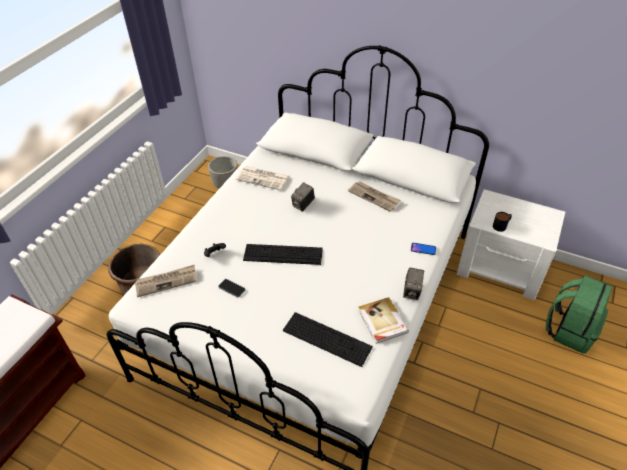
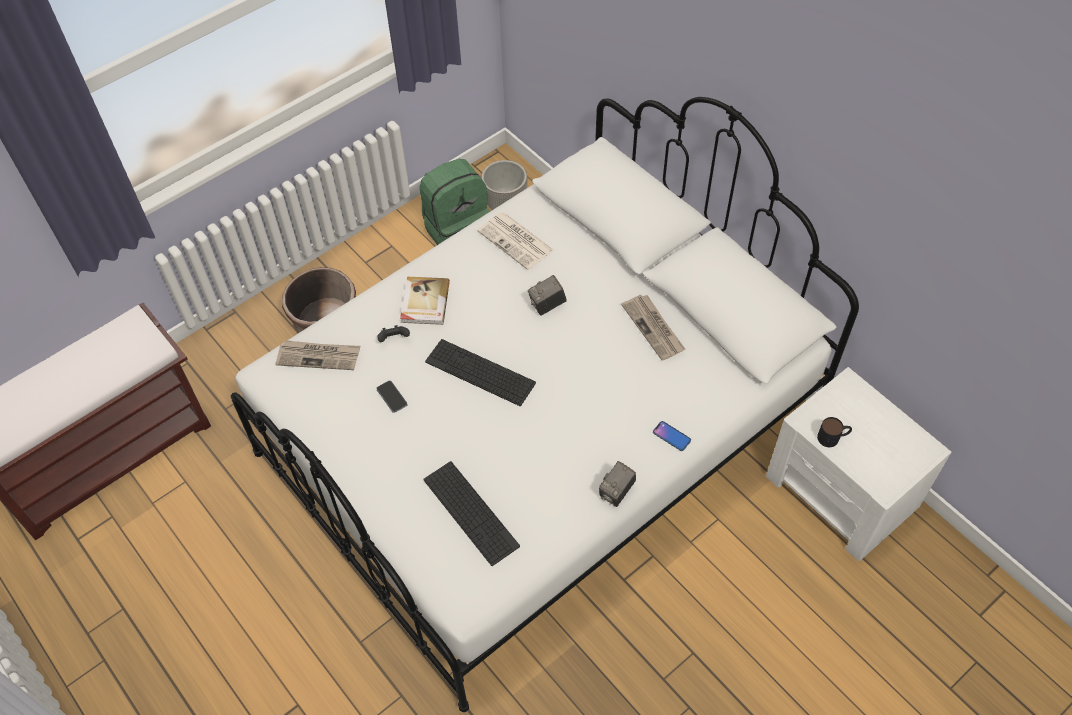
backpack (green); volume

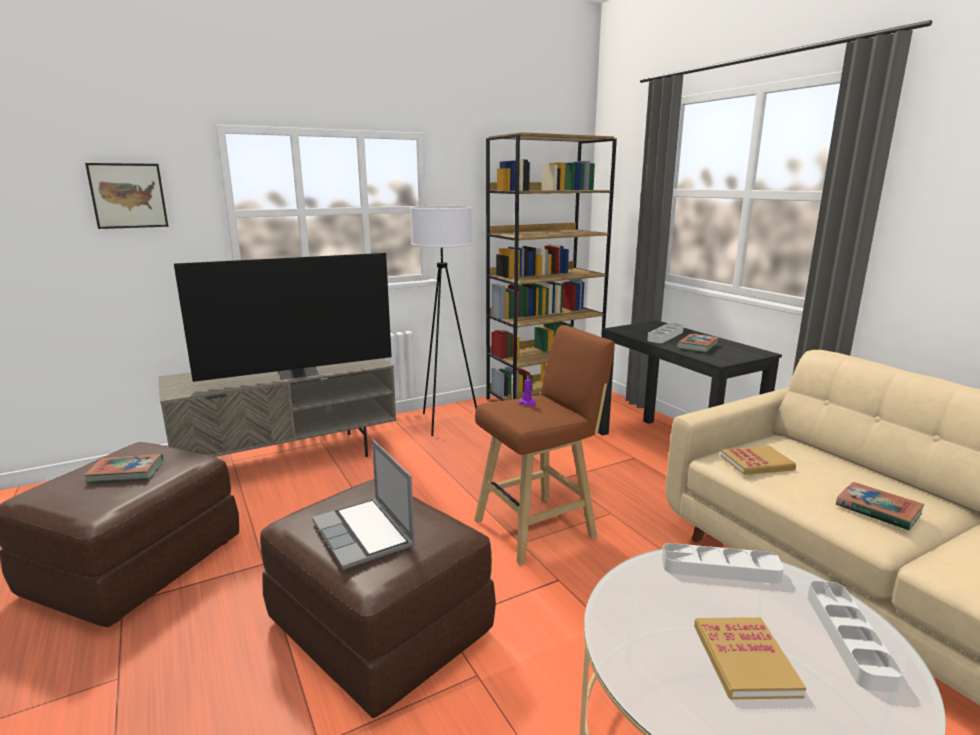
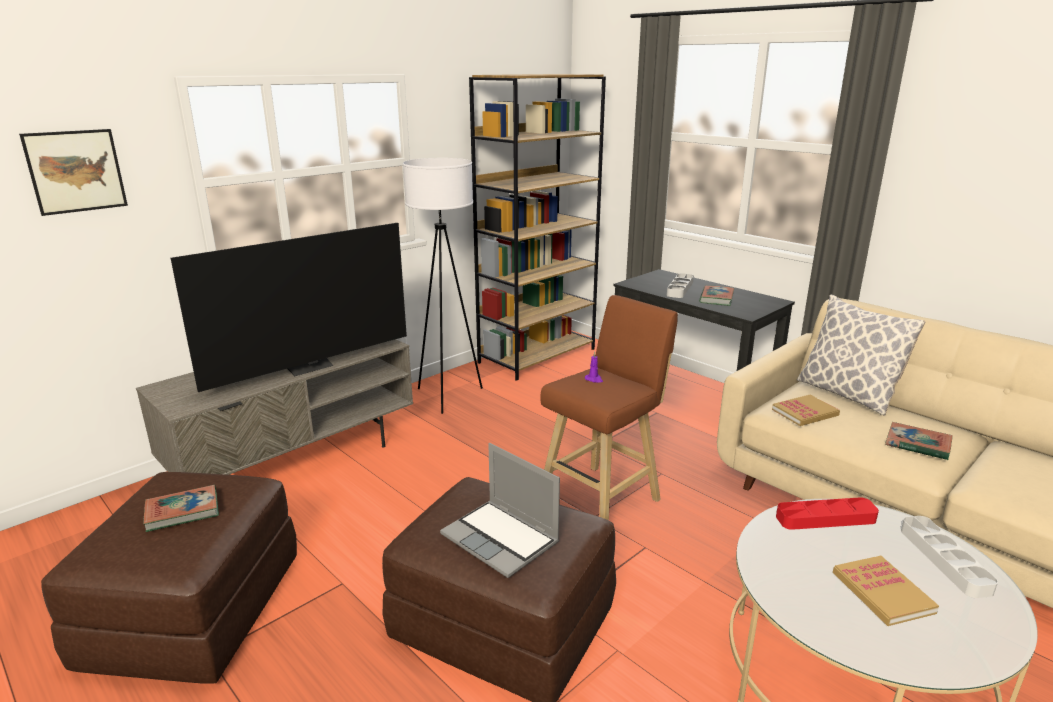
tray (reddish); throw pillow

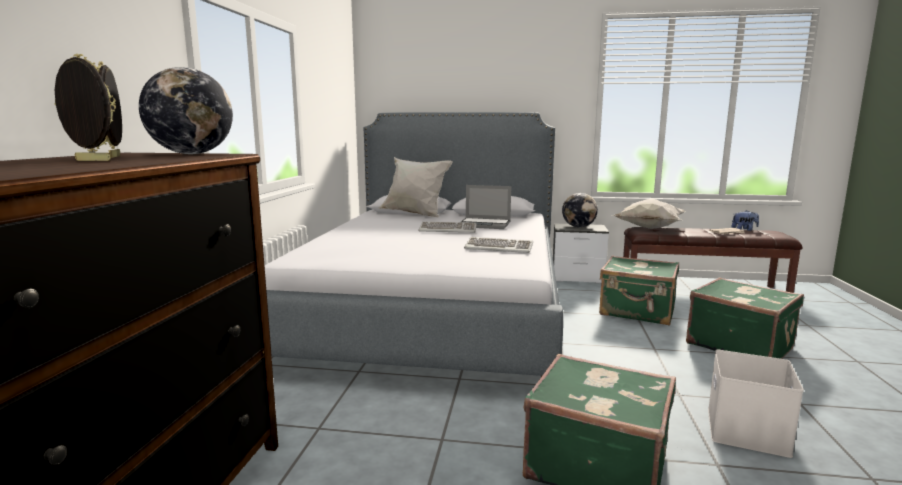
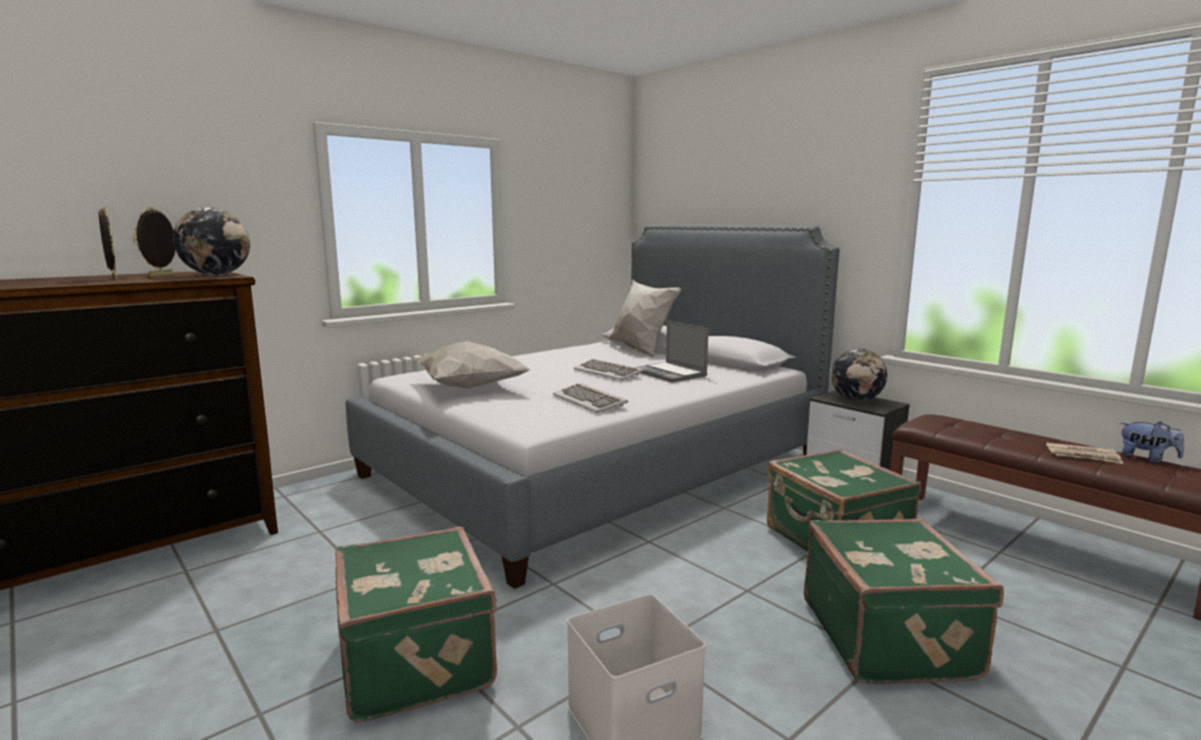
throw pillow (white) (no. 1 from left)

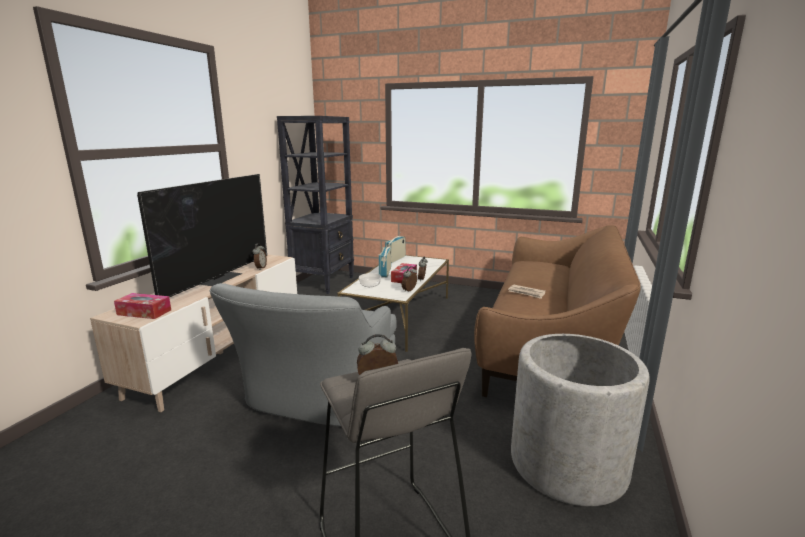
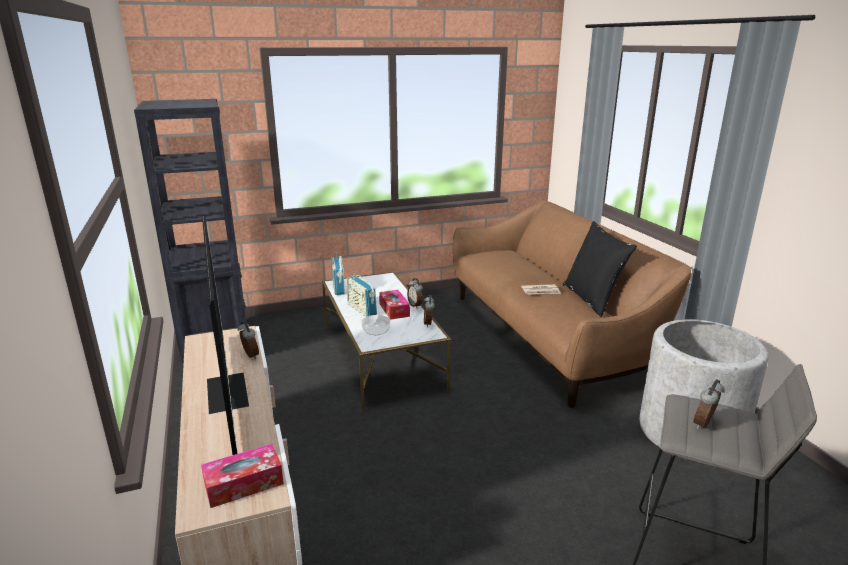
lounge chair (grey); throw pillow (black-coloured)

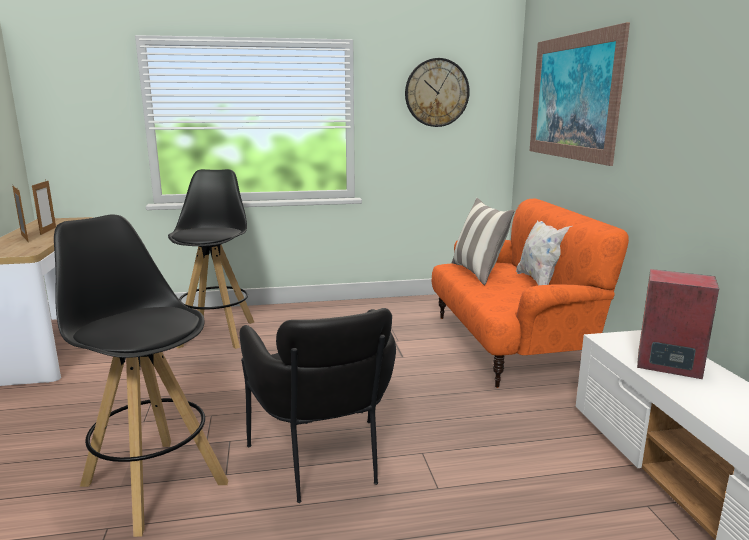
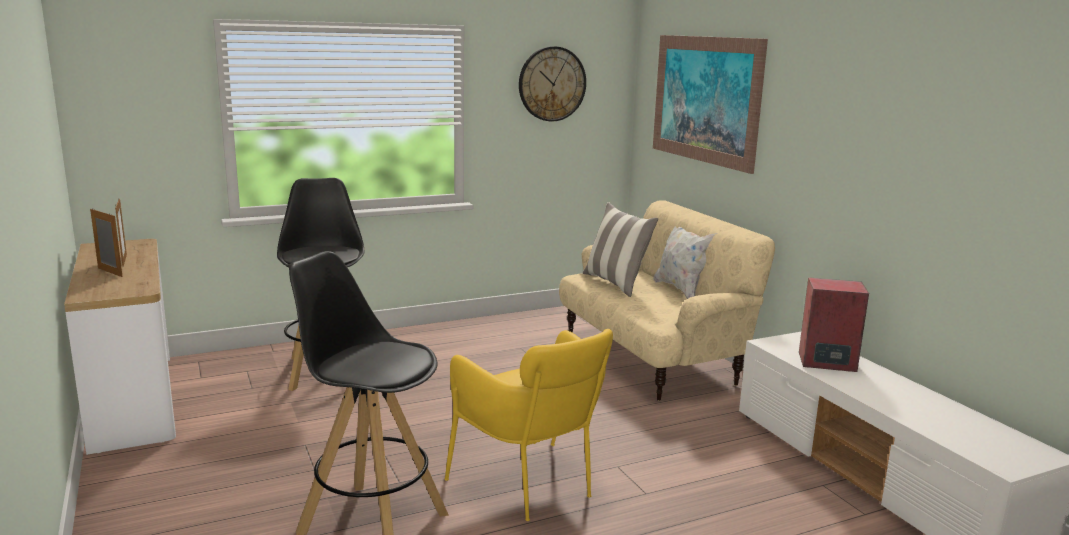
couch (beige); lounge chair (yellowish)

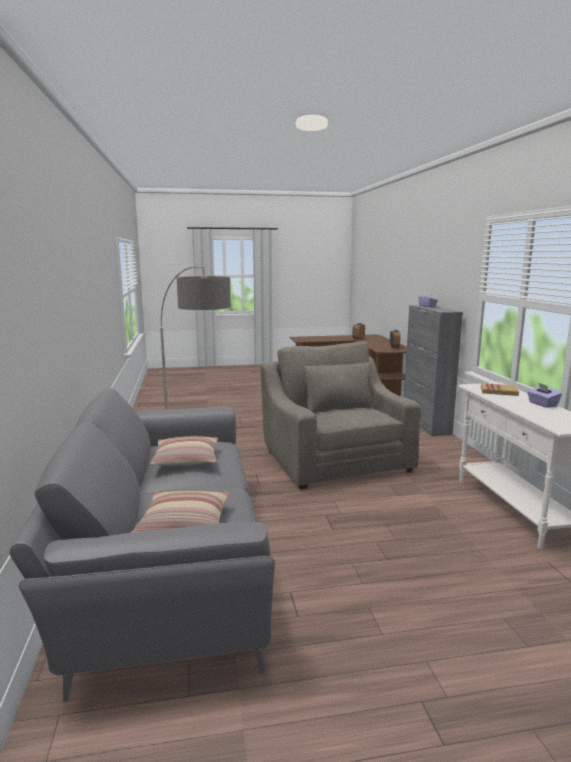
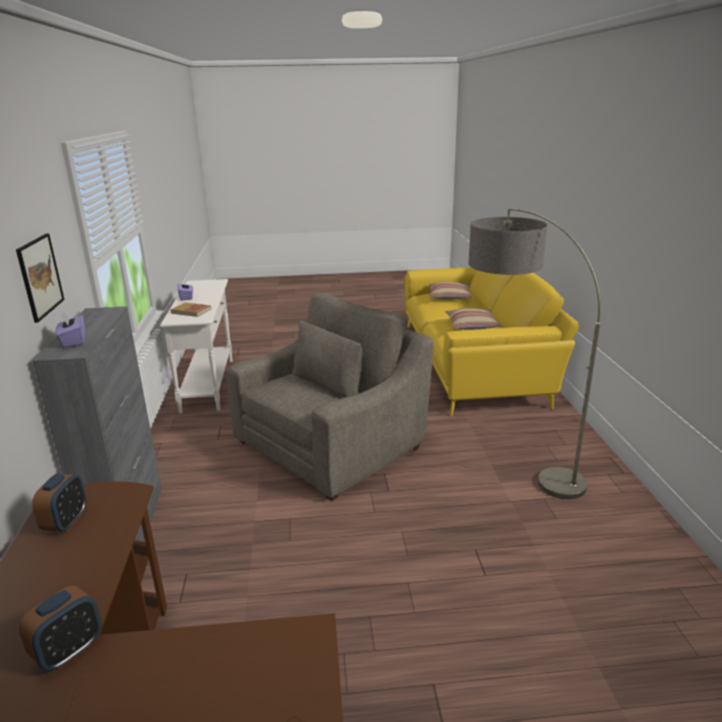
lounge chair (grey); couch (yellowish); wall art

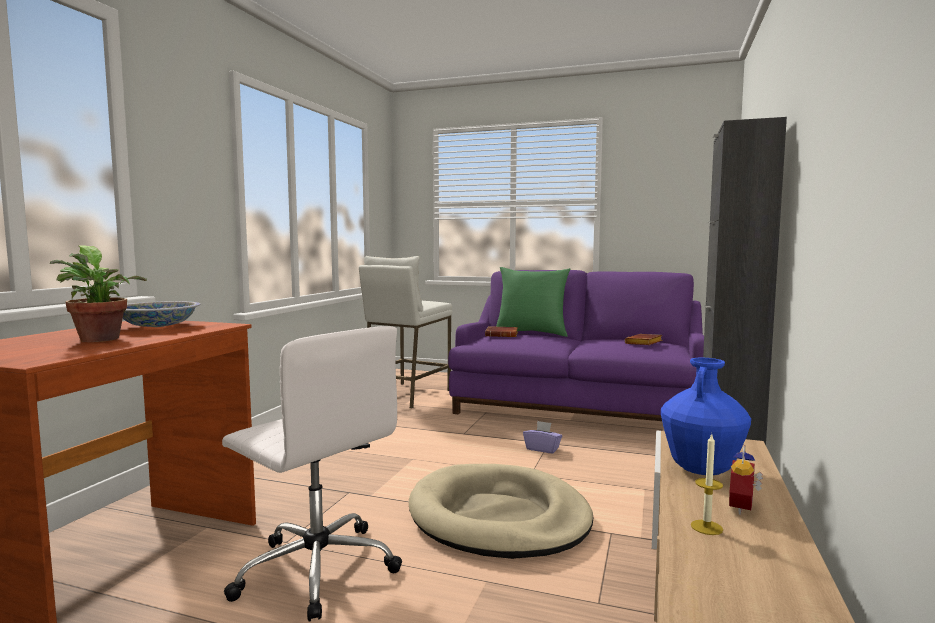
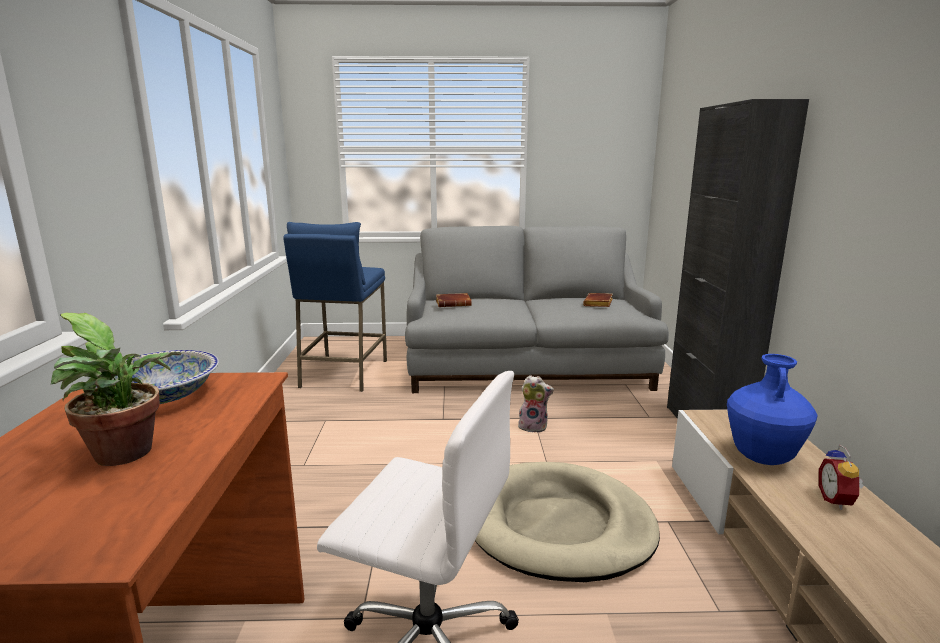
stool (bluish); throw pillow (green); couch (grey); soft toy; wax light

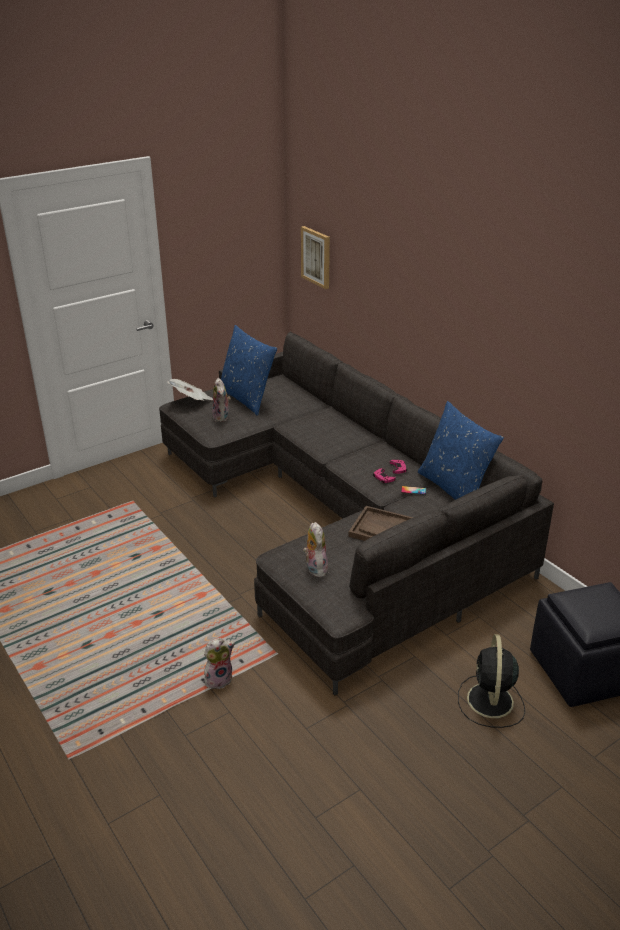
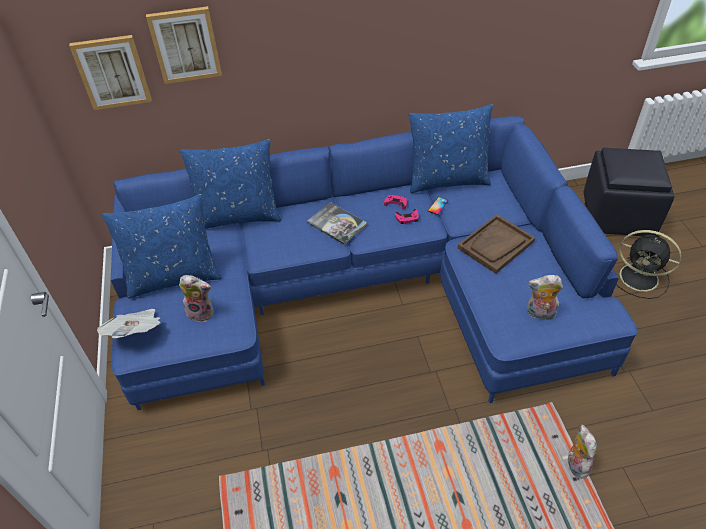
couch (bluish); wall art (no. 2 from left); throw pillow (bluish) (no. 2 from left); volume

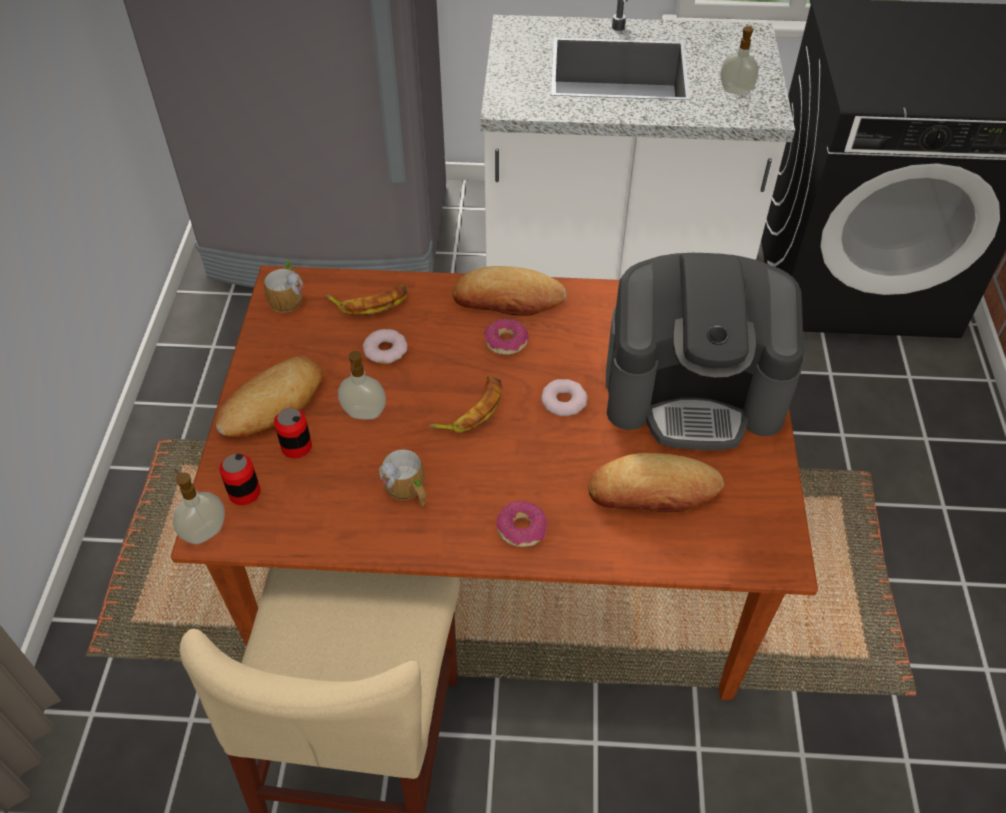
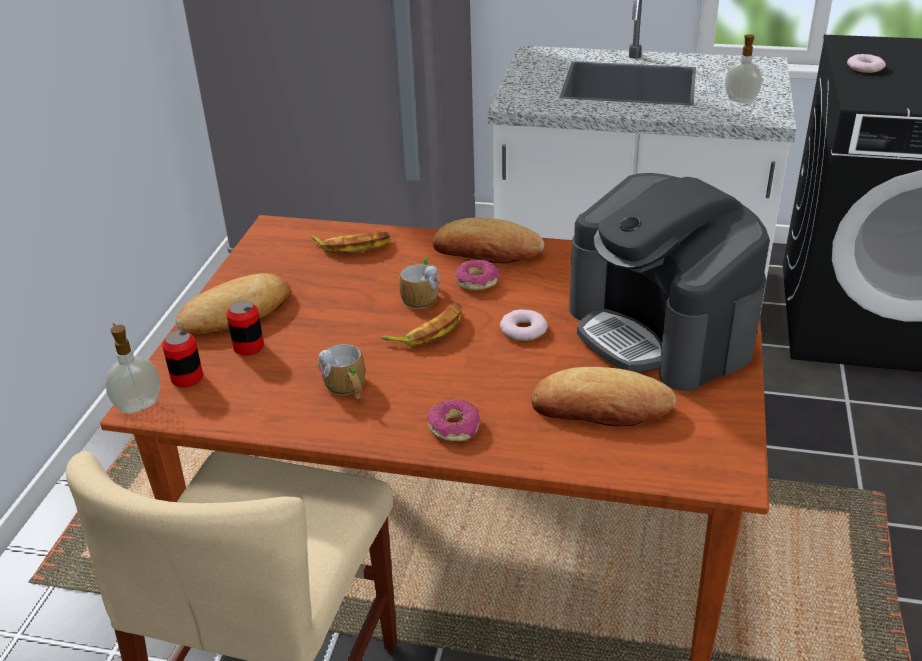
coffee machine; mug (no. 2 from left); doughnut (no. 4 from left); soap bottle (no. 2 from left in the first image)

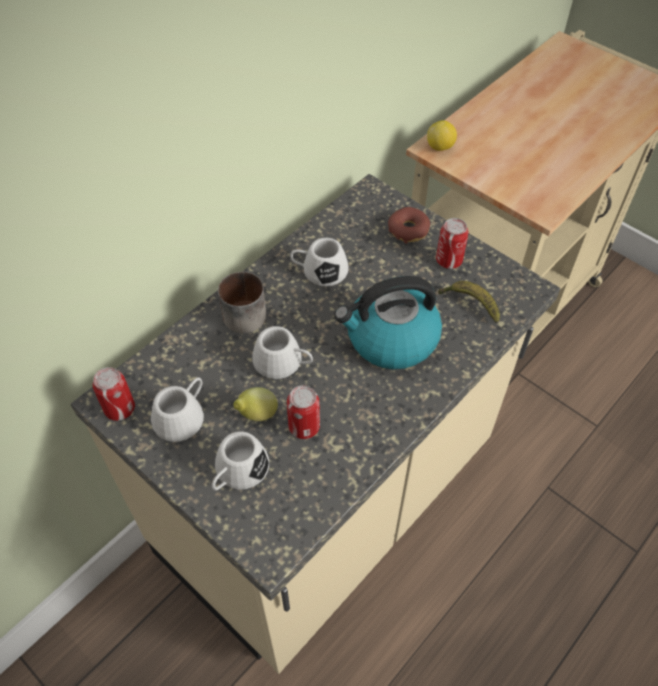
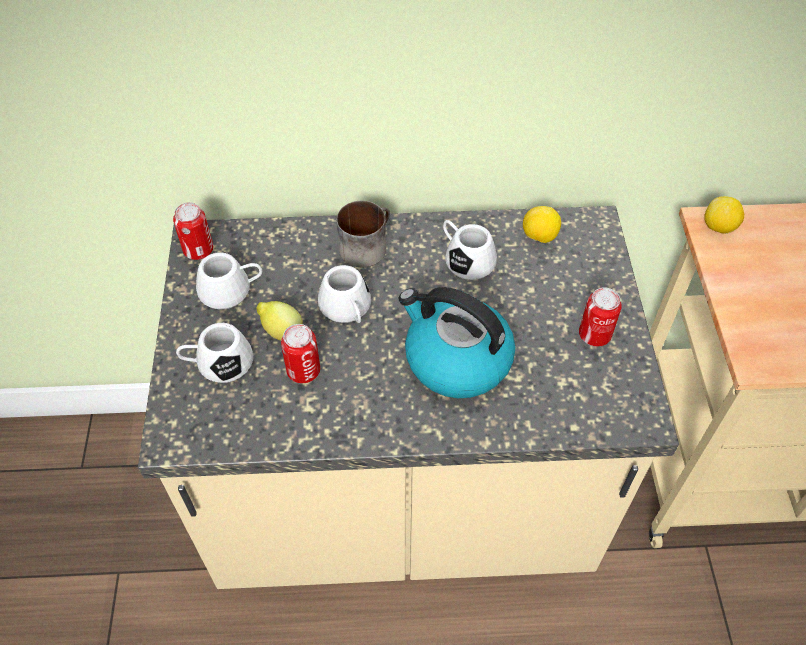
doughnut; banana; whole lemon (no. 2 from left)

